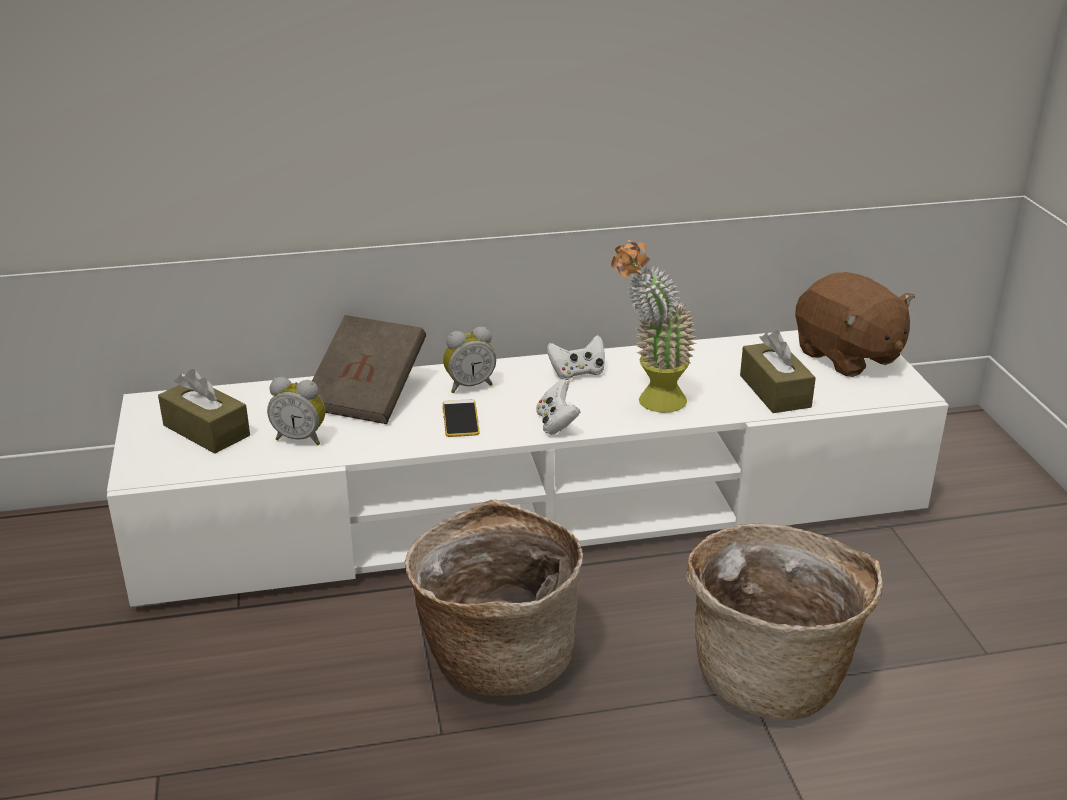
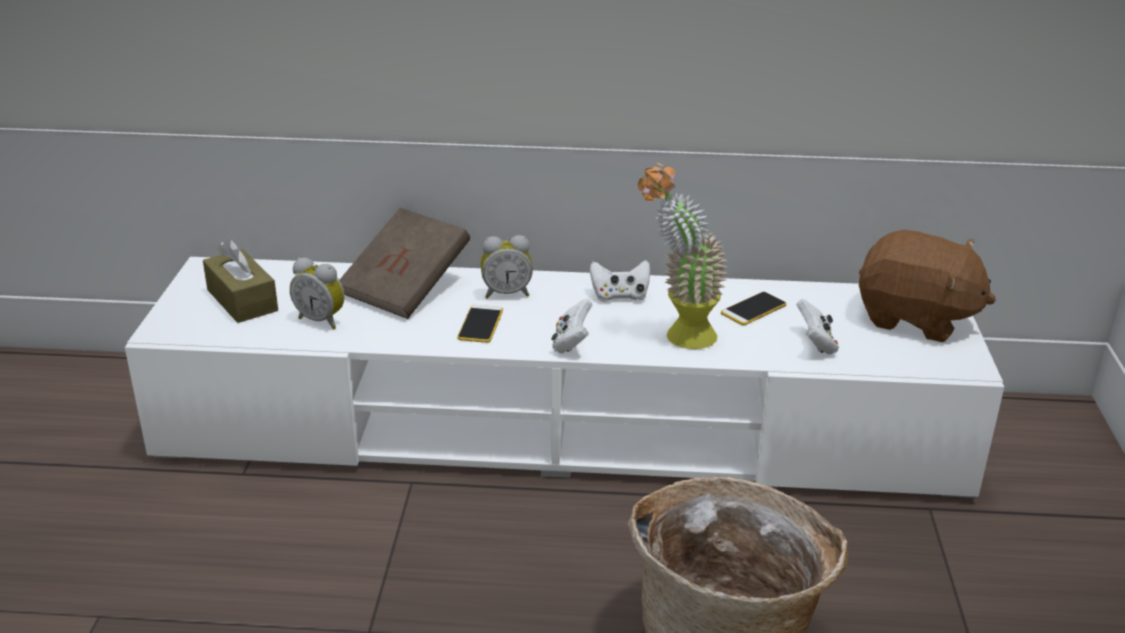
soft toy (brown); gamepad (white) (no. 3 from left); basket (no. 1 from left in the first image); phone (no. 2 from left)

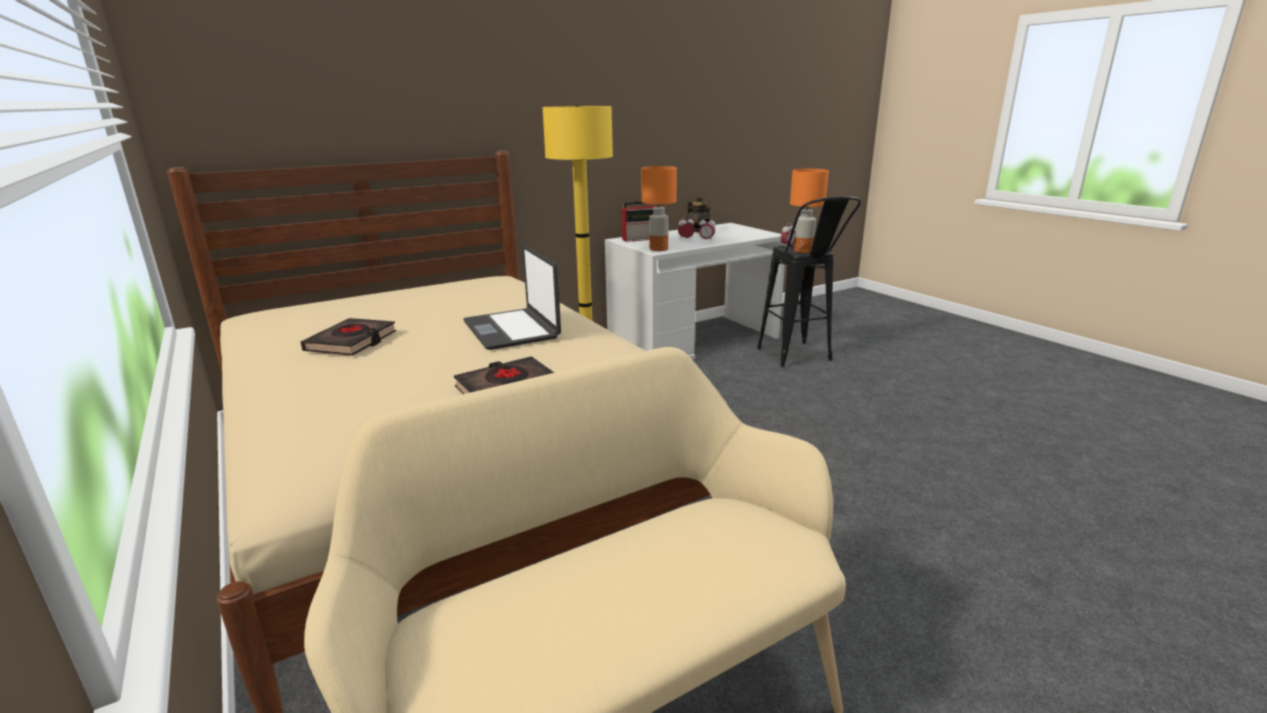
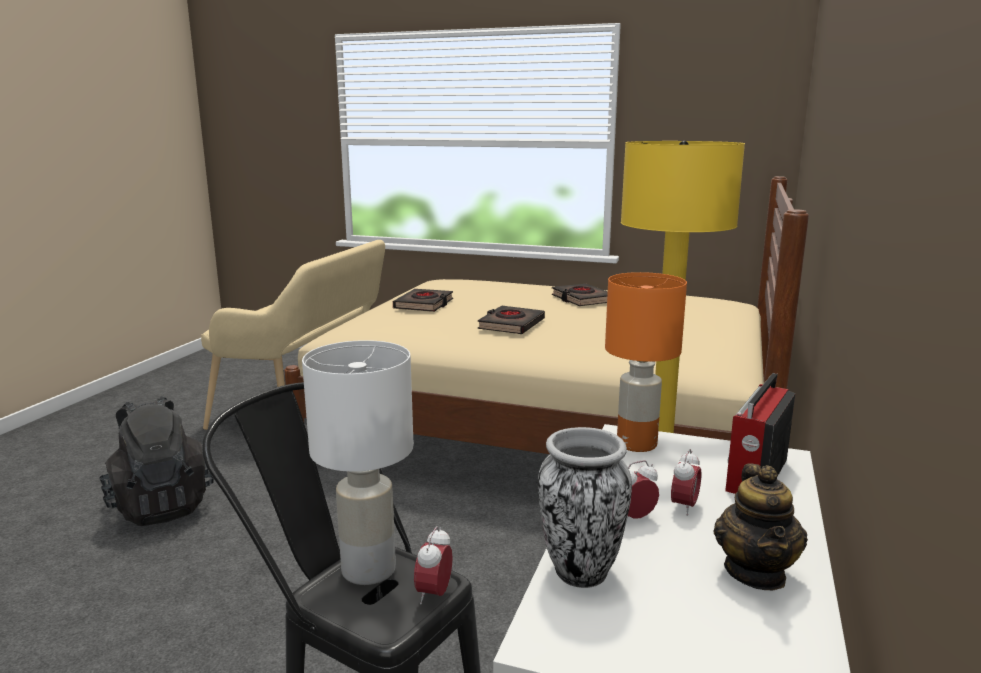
lamp for a table (white); tea pot; volume (black-coloured) (no. 2 from left); backpack (black-coloured); flower vase

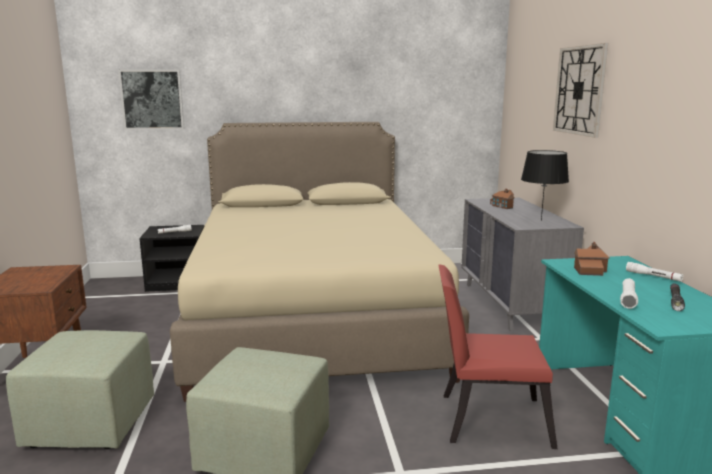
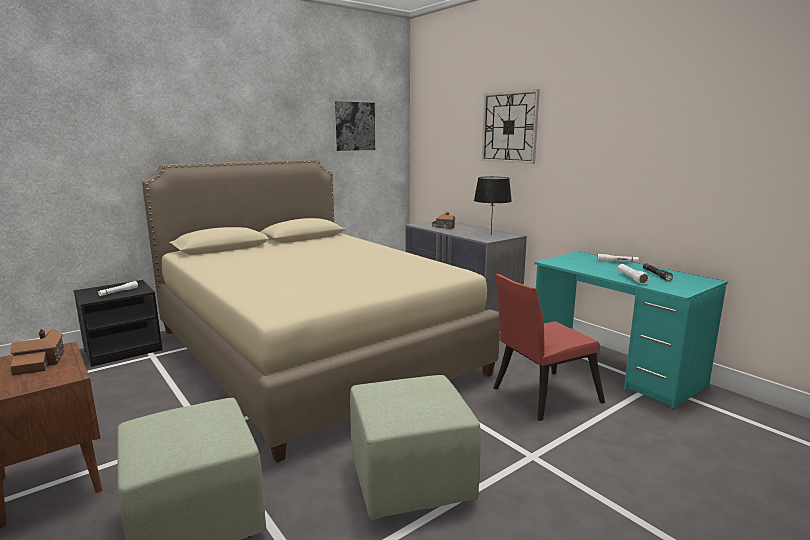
wall art; model house (no. 1 from left)

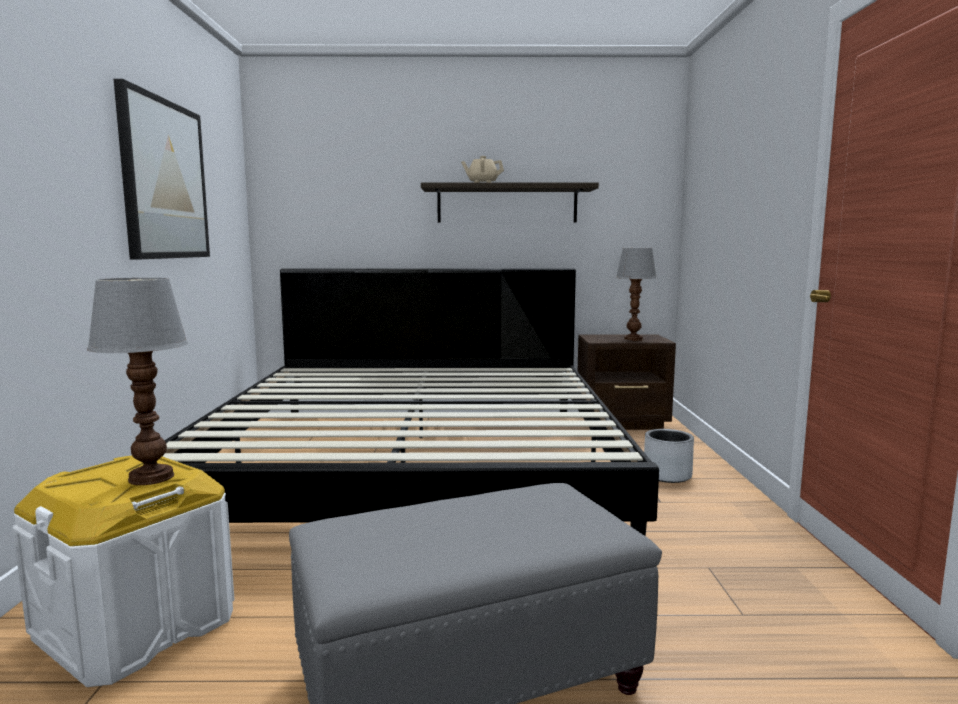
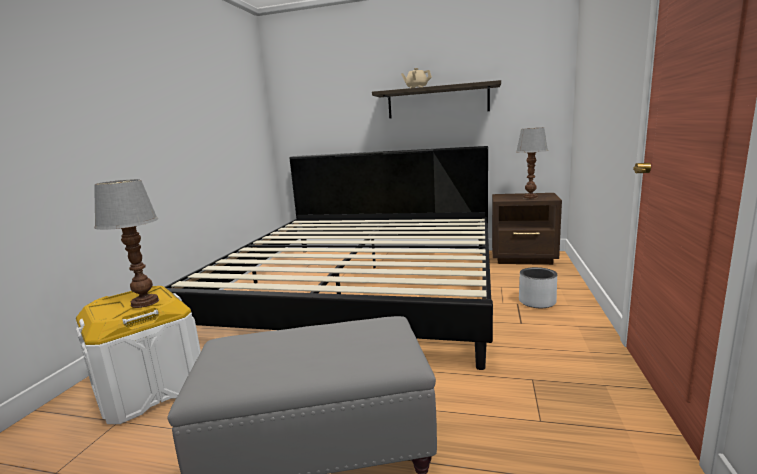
wall art

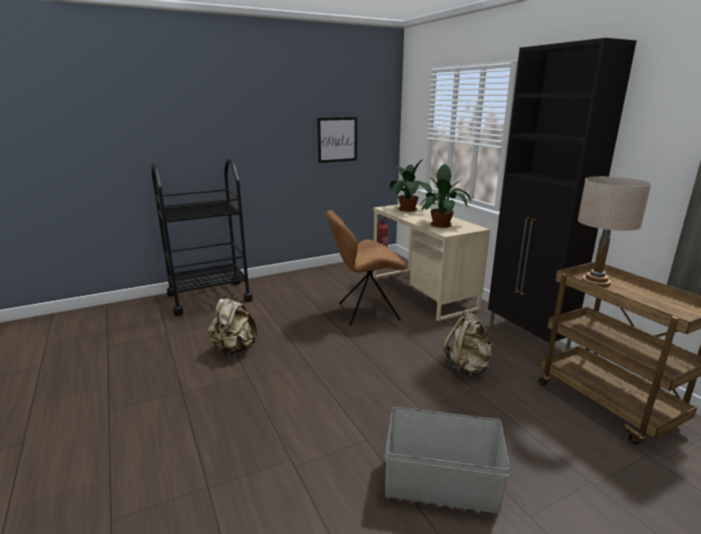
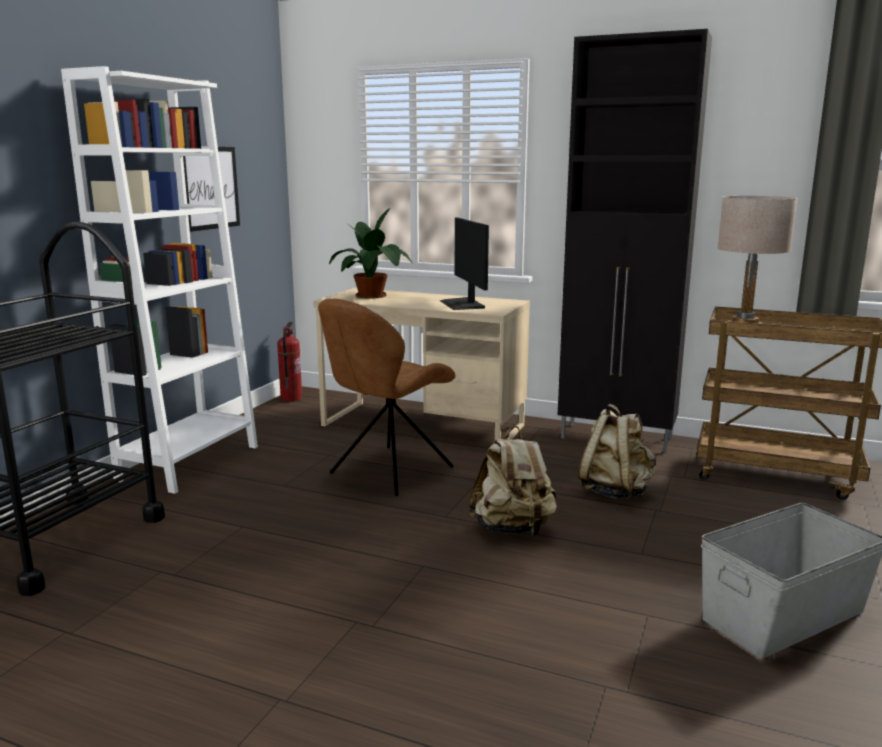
monitor; backpack (beige) (no. 1 from left); bookshelf (white)

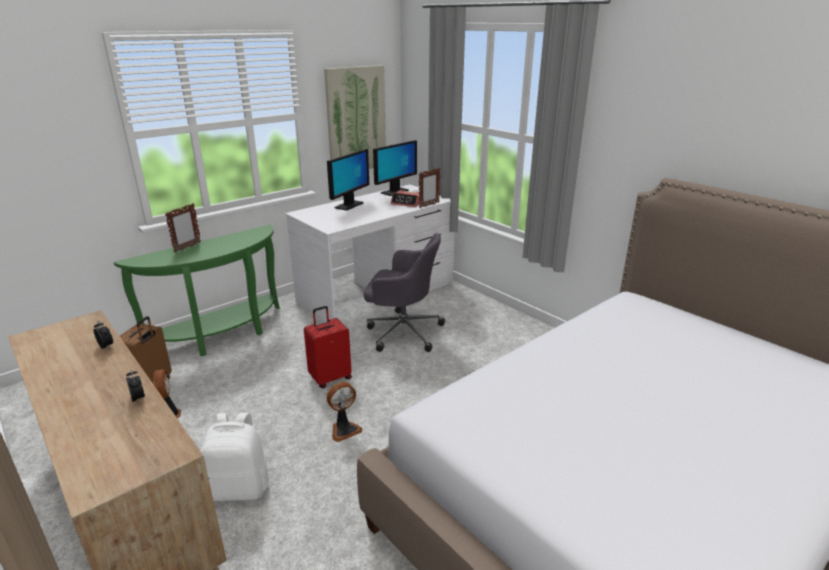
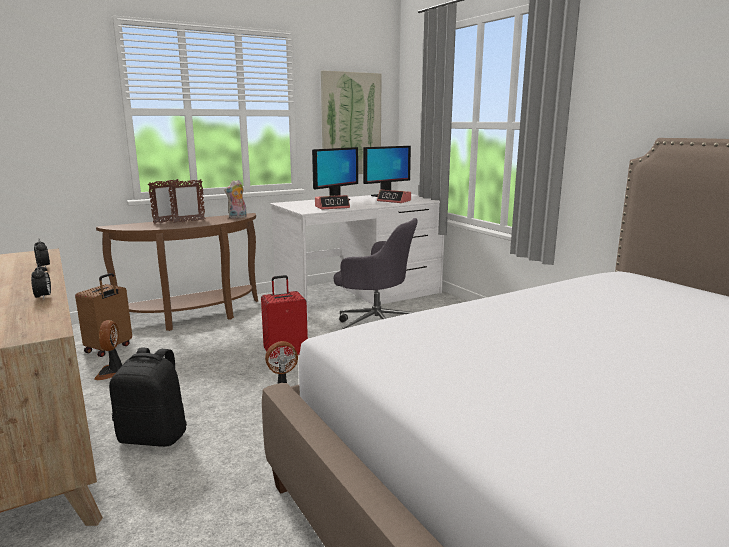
picture frame (no. 2 from left); narrow table (brown); backpack (black-coloured); soft toy; table clock (no. 3 from left)

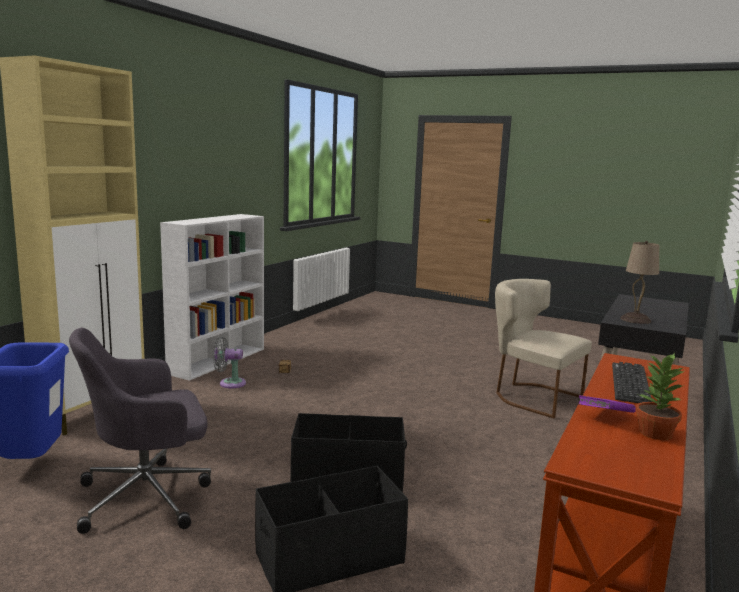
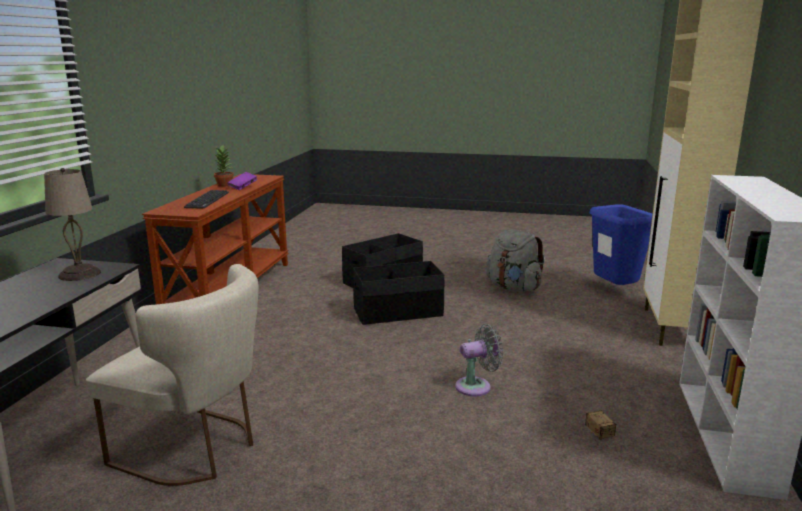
backpack (grey); fan (grey)

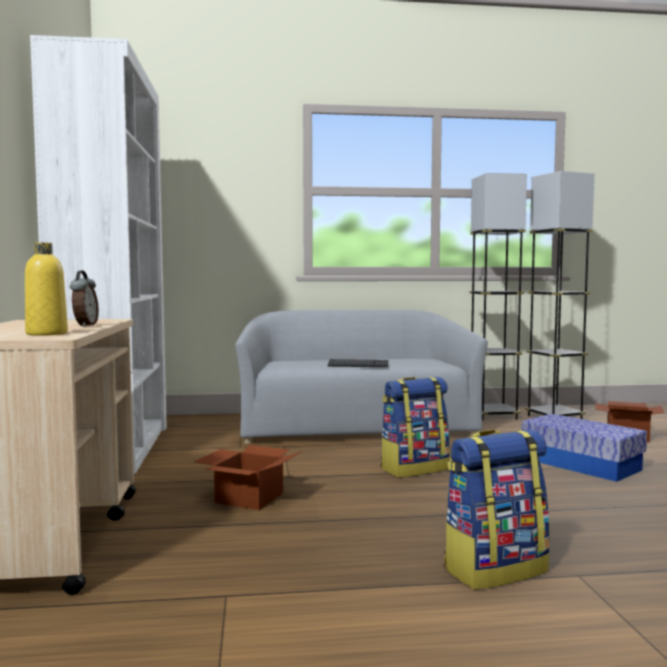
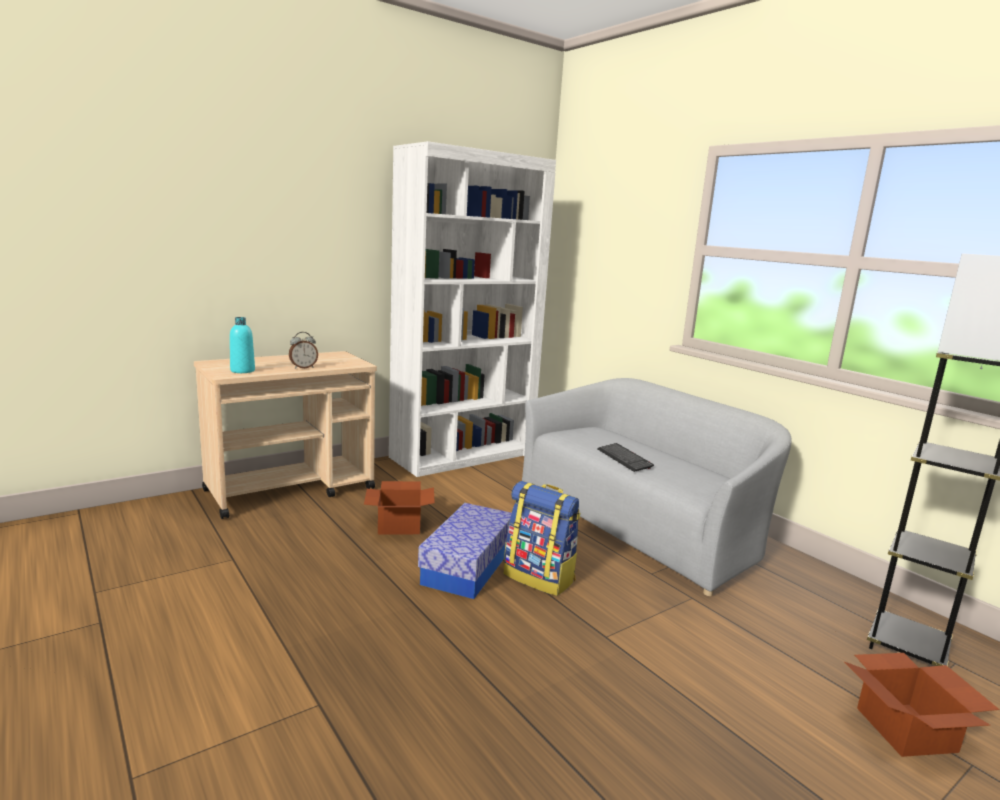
standing lamp (grey) (no. 1 from left in the first image); drink bottle (turquoise); storage box; backpack (no. 2 from left in the first image)

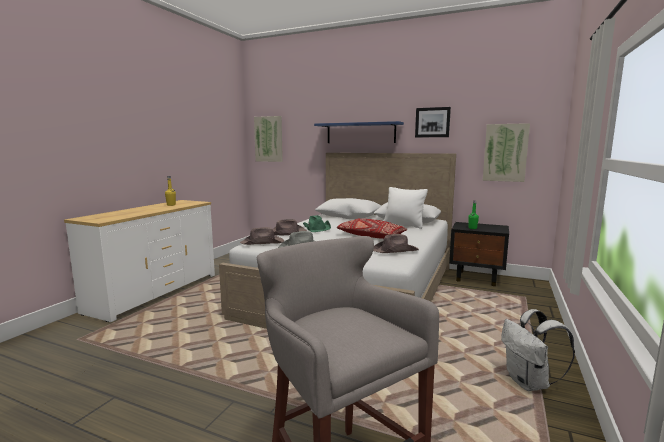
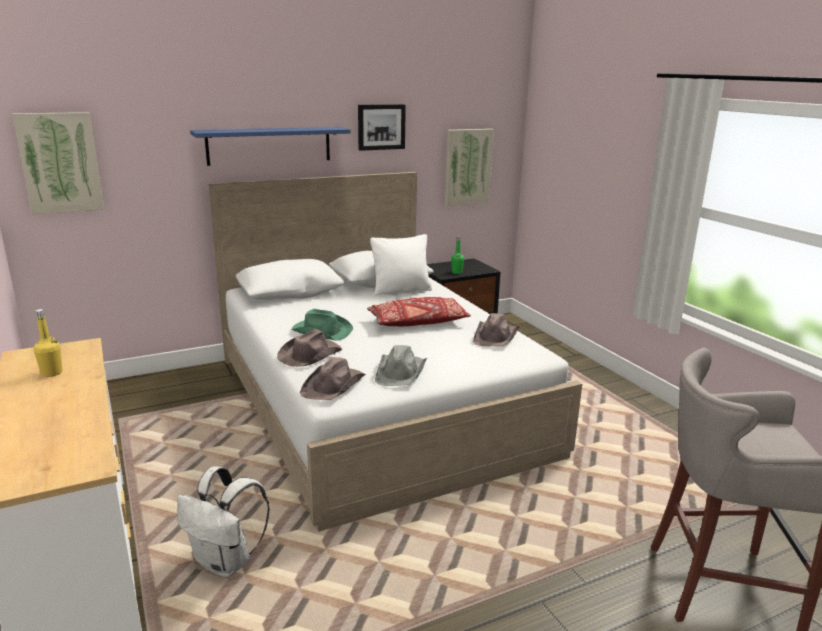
backpack (white)

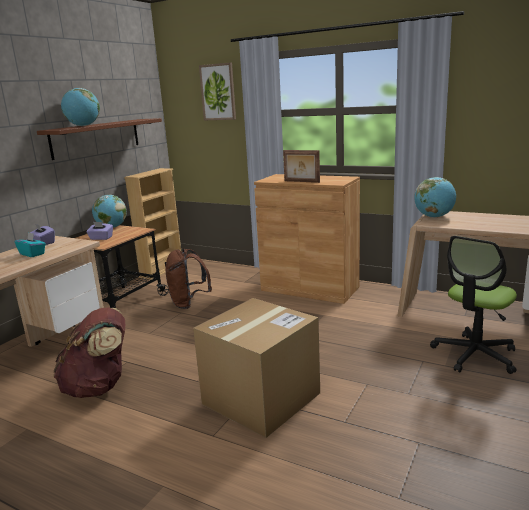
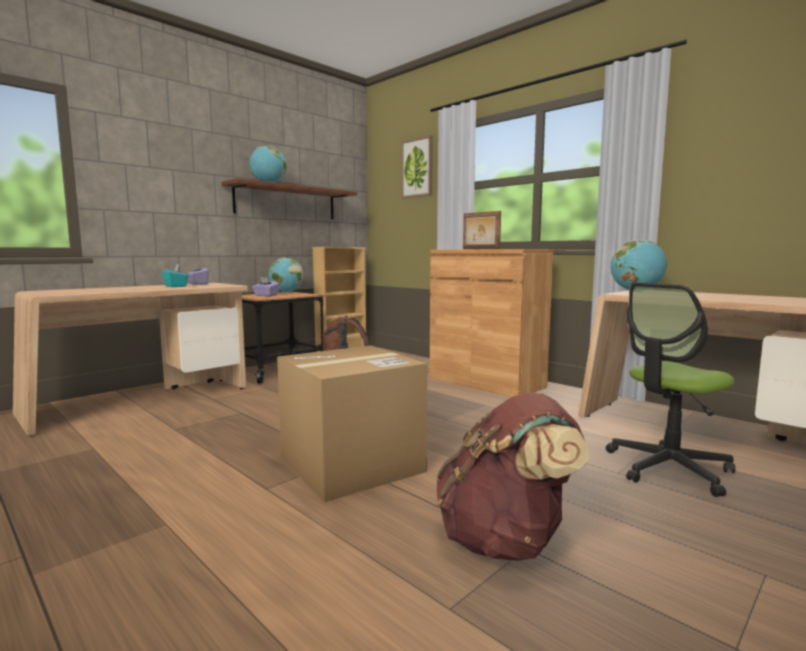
backpack (brown) (no. 2 from left)

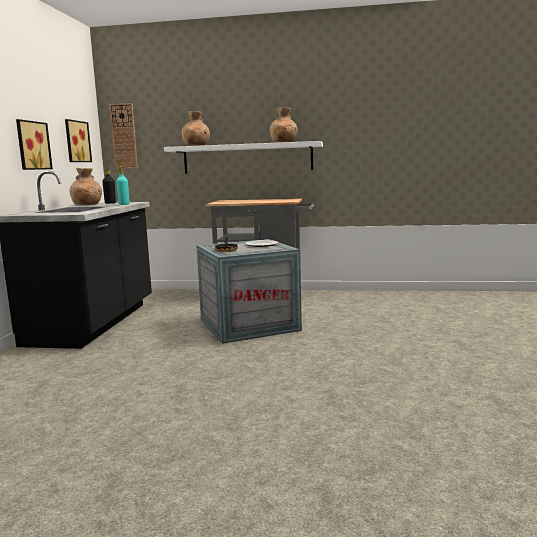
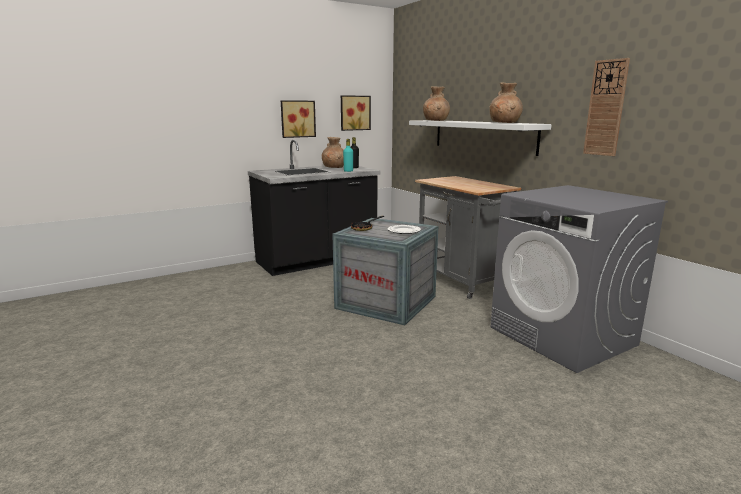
hanging clock; washing machine (grey)

